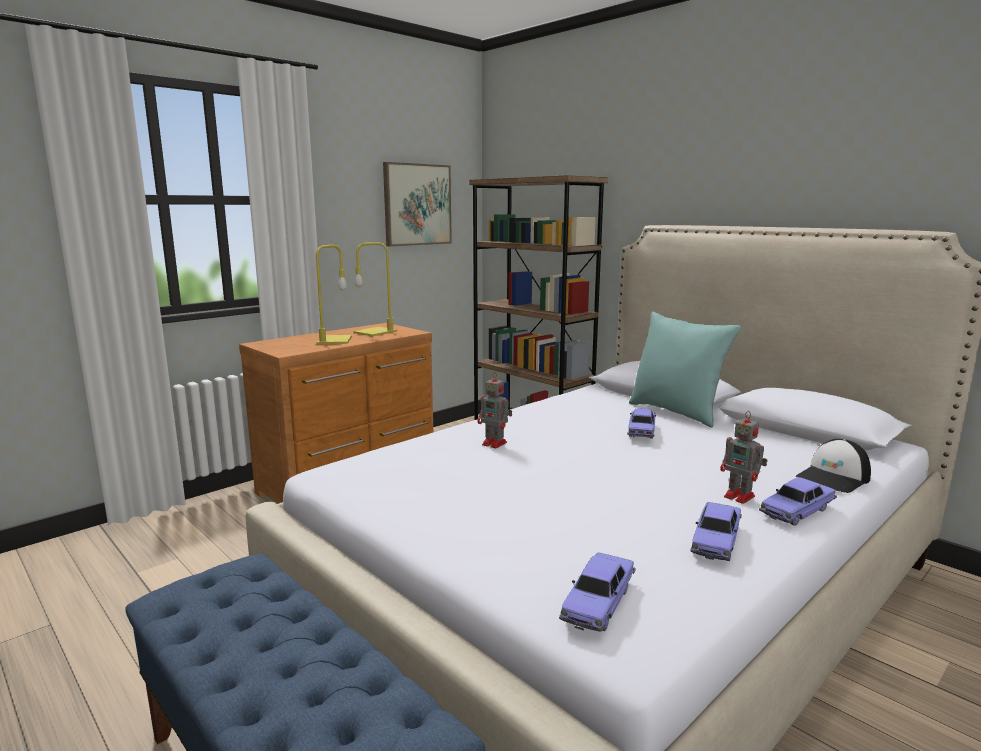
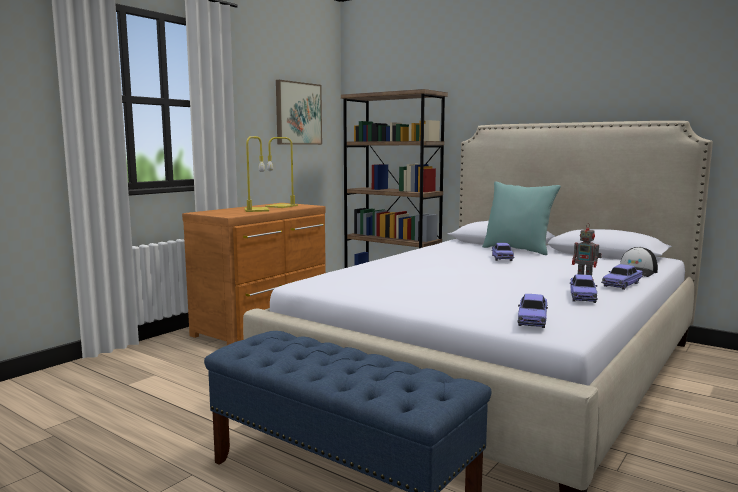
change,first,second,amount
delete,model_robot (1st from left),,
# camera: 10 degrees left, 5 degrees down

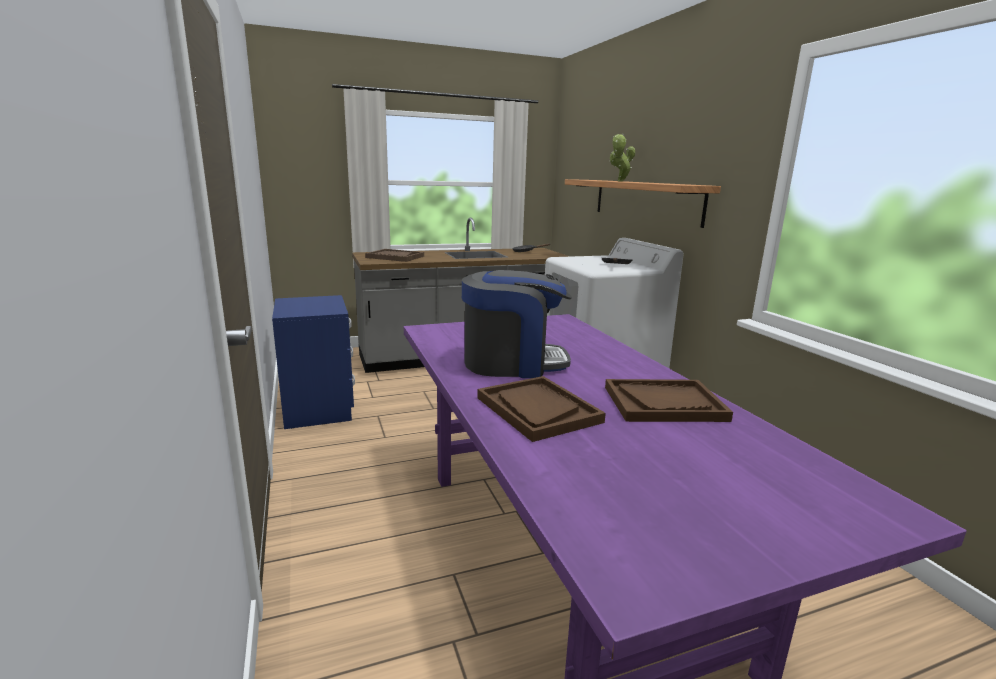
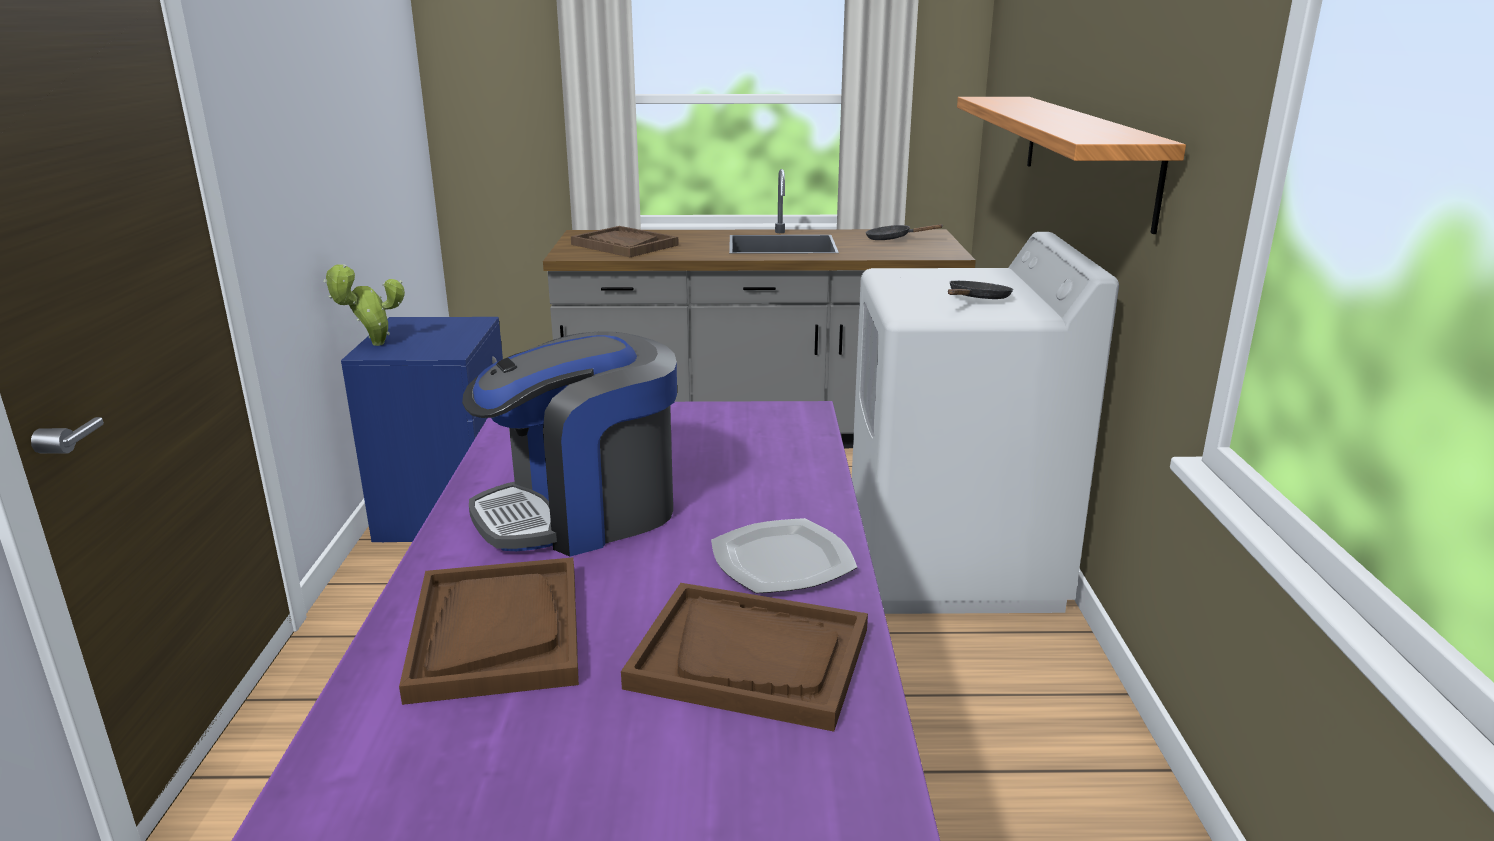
change,first,second,amount
rotate,coffee_brewer,,135 degrees clockwise
move,plant_in_a_pot,,
insert,,flat_dish,
# camera: 20 degrees right, 5 degrees up

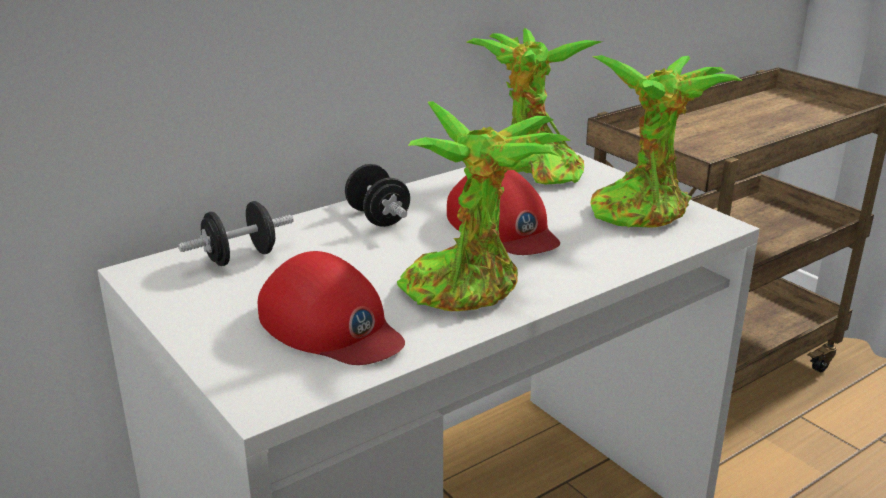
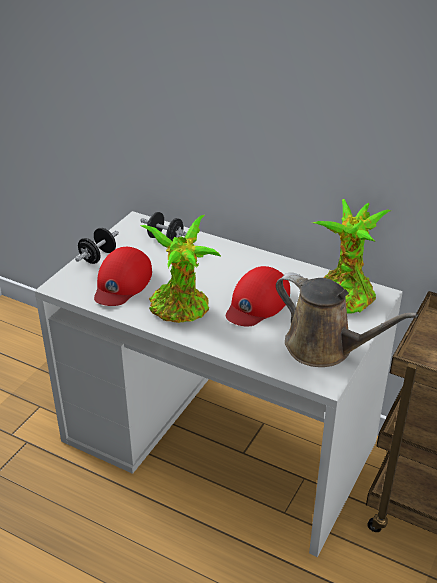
change,first,second,amount
move,blackish_free_weight (2nd from left in the first image),blackish_free_weight (1st from left),
replace,plant_in_a_pot (3rd from left),brown_watering_pot,
# camera: 65 degrees right, 10 degrees up

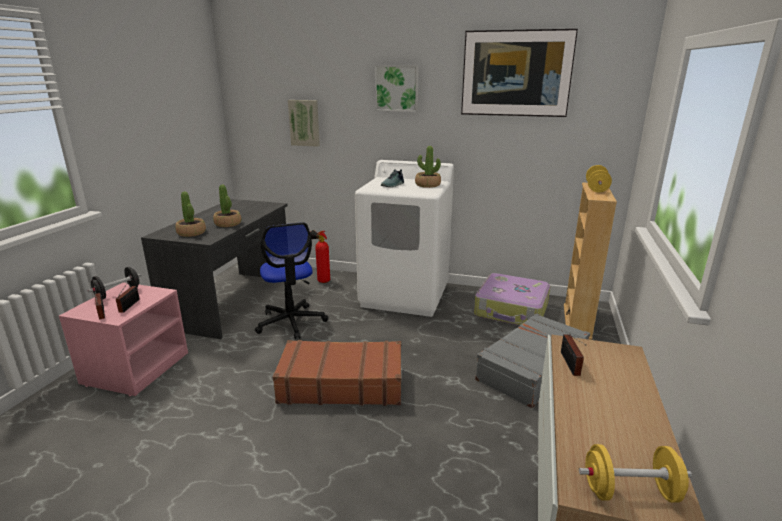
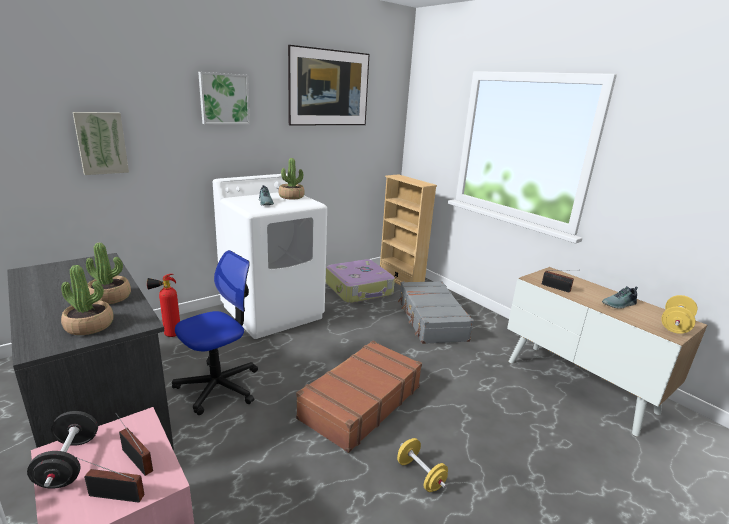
change,first,second,amount
rotate,office_chair,,60 degrees counterclockwise
move,yellowish_free_weight (1st from left),,
insert,,low_shoe (2nd from left),
# camera: 55 degrees left, 0 degrees up

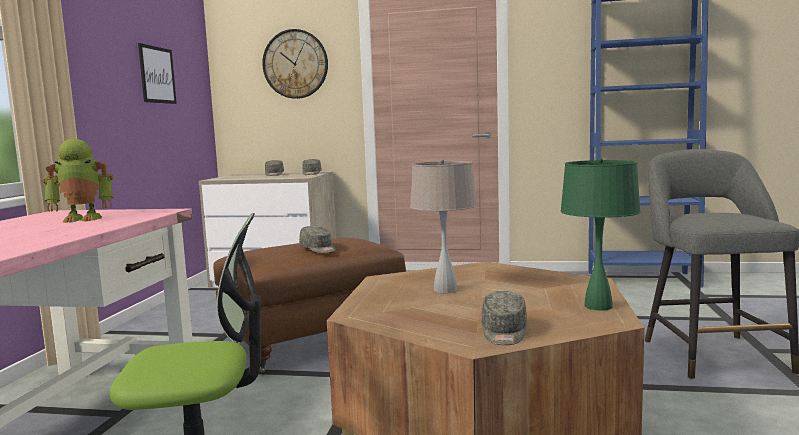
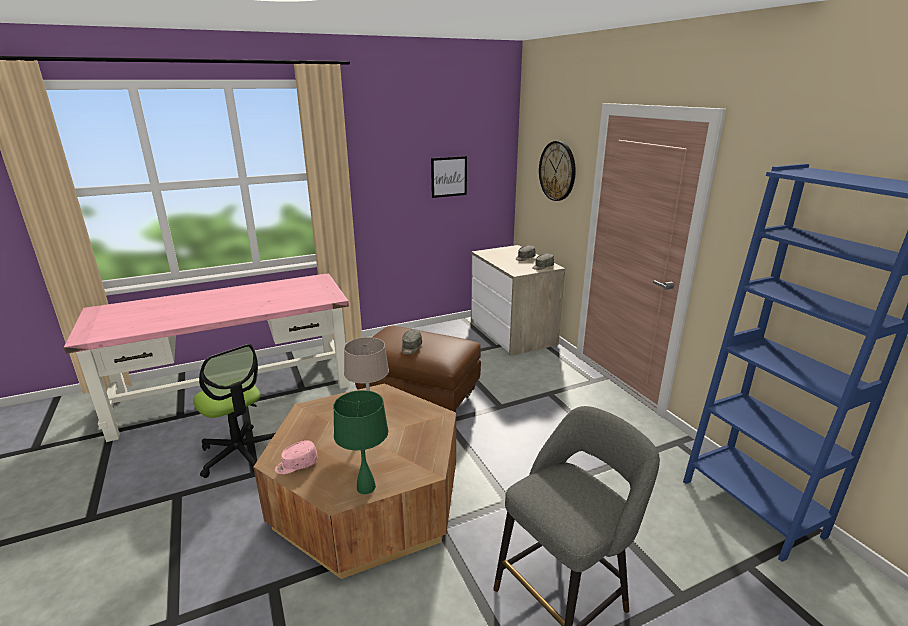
change,first,second,amount
delete,model_robot,,
recolor,gray_peaked_cap (4th from left),pink_peaked_cap,
# camera: 55 degrees right, 15 degrees up

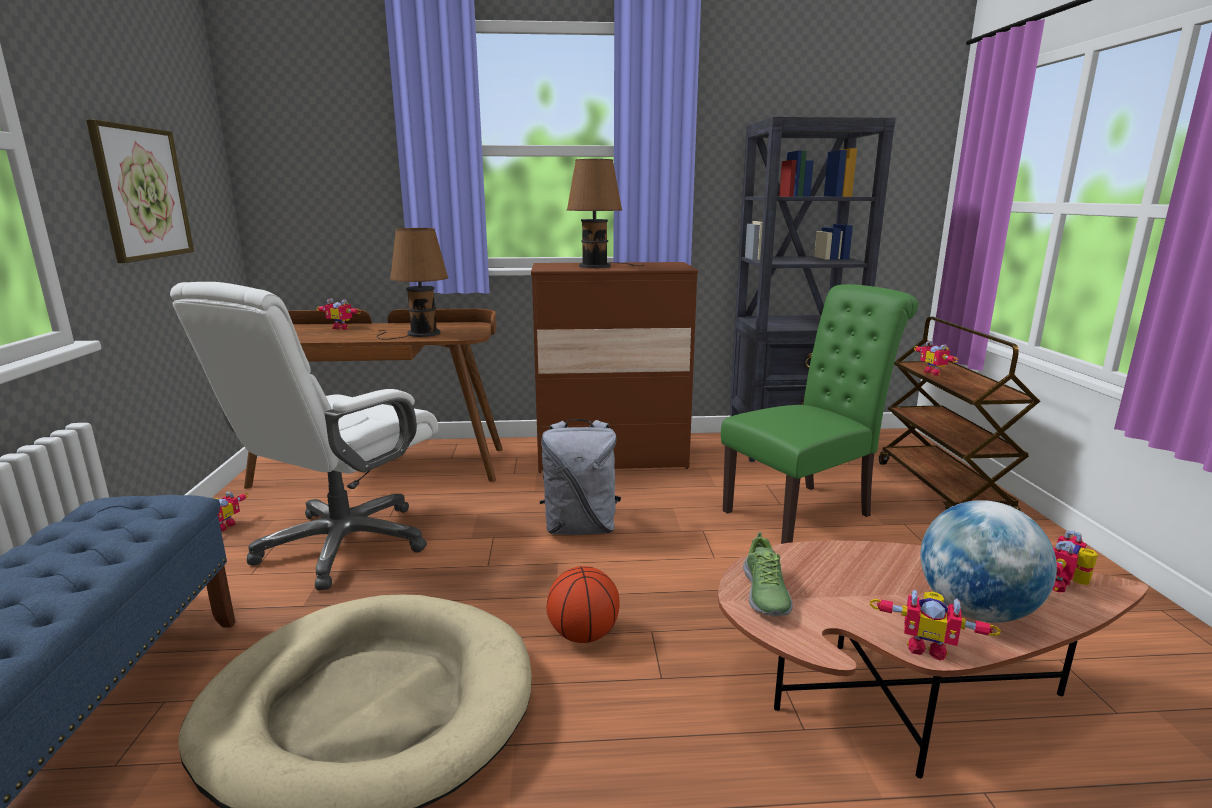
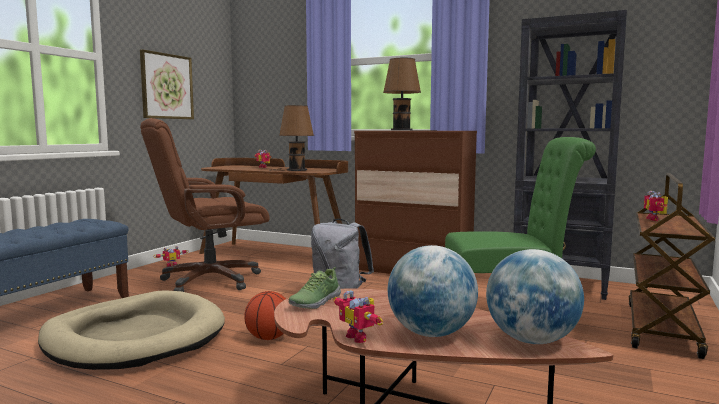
change,first,second,amount
recolor,white_office_chair,brown_office_chair,
replace,model_robot (5th from left),world_globe (2nd from left),
# camera: 30 degrees right, 10 degrees down

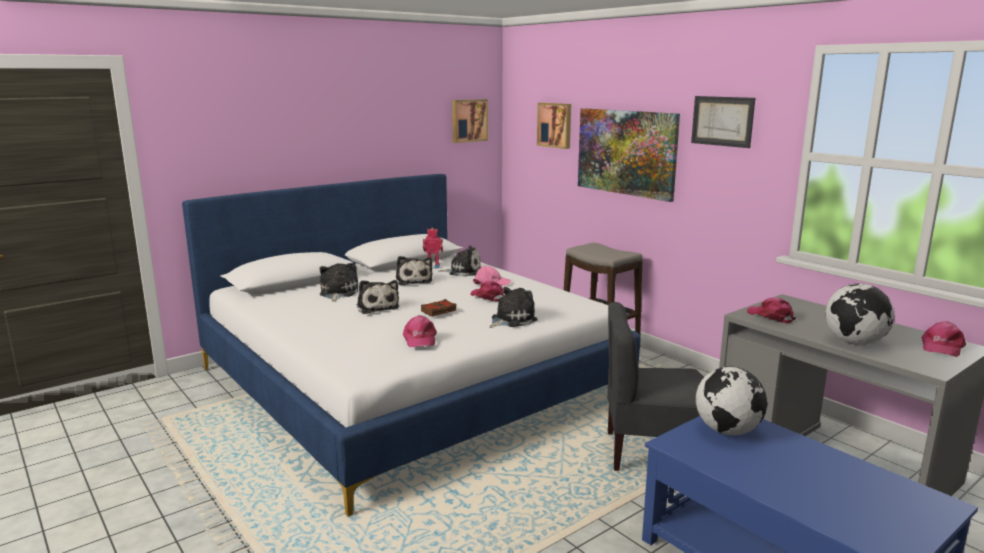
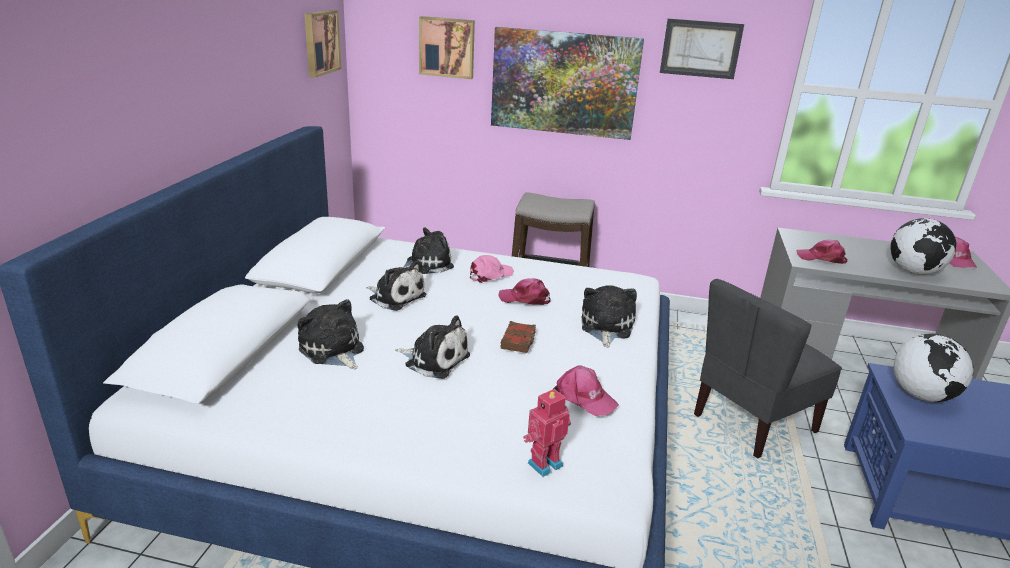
change,first,second,amount
move,model_robot,,
# camera: 40 degrees left, 10 degrees up

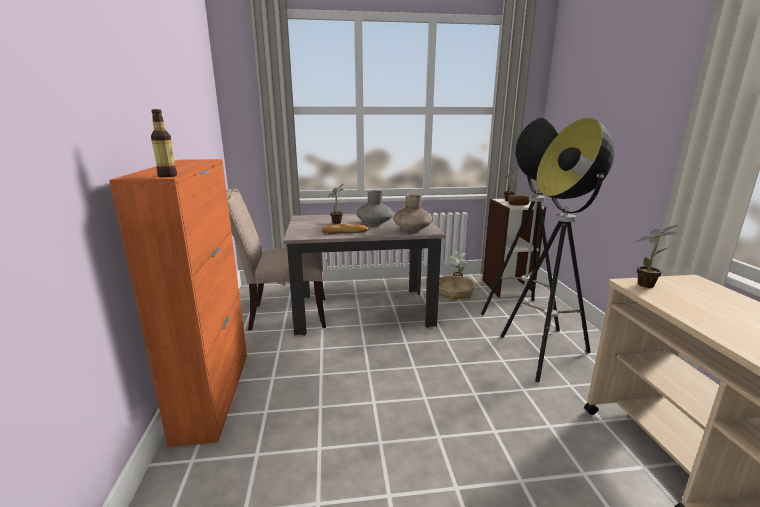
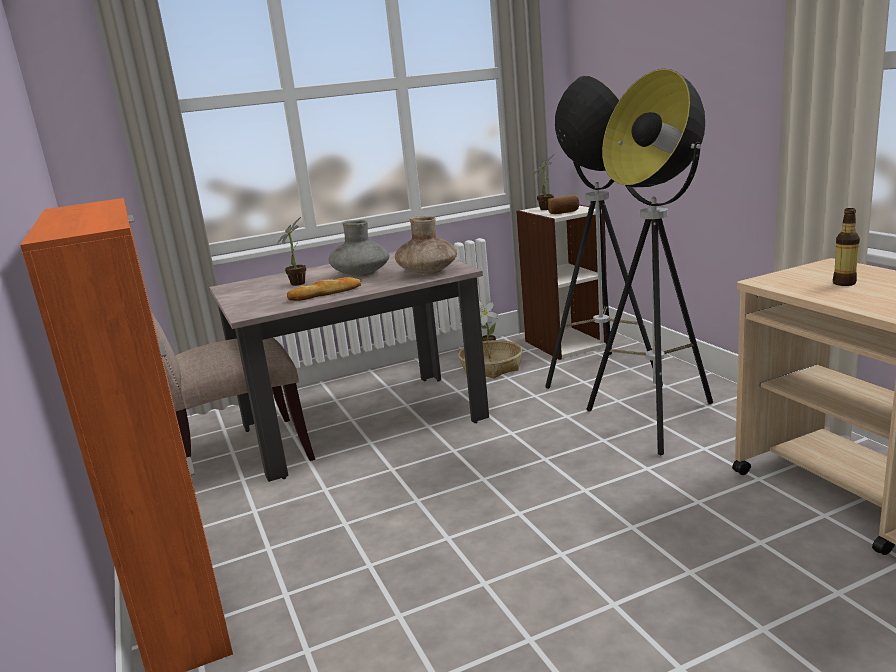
change,first,second,amount
move,bottle,,
delete,plant_in_a_pot (4th from left),,
# camera: 15 degrees left, 0 degrees up

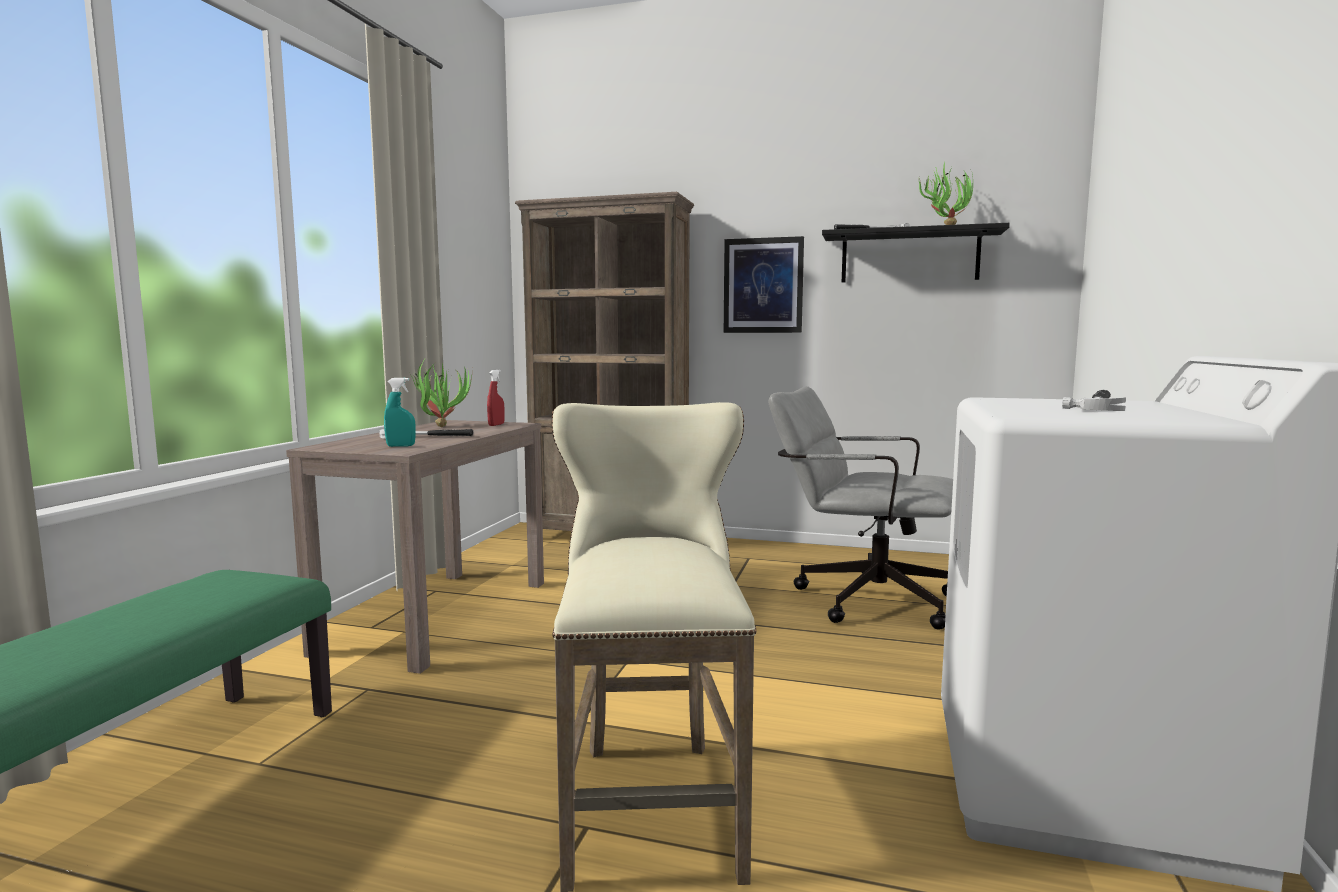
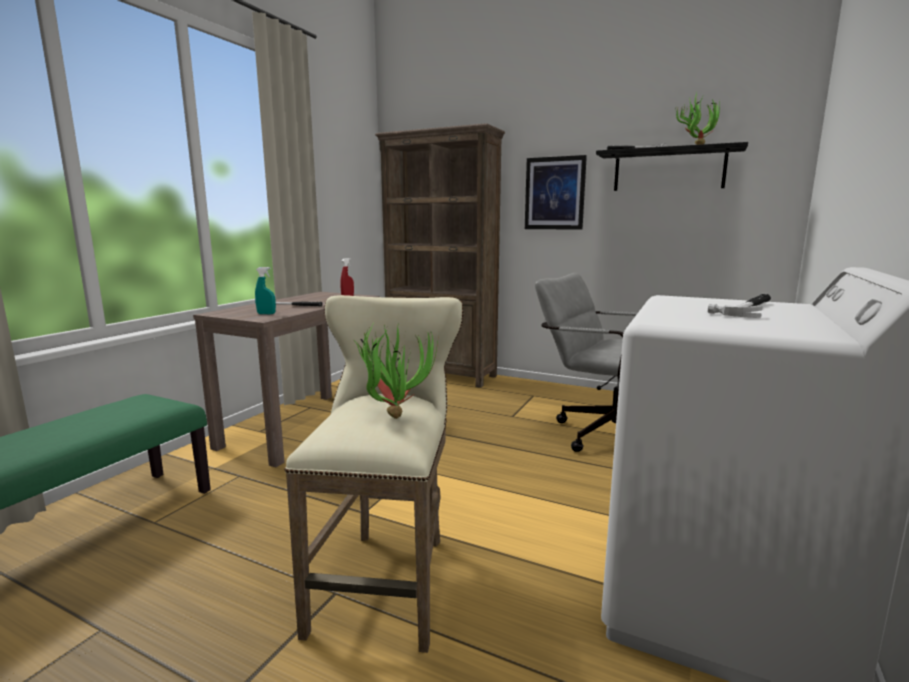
change,first,second,amount
move,plant_in_a_pot (1st from left),,
# camera: 10 degrees right, 5 degrees up

